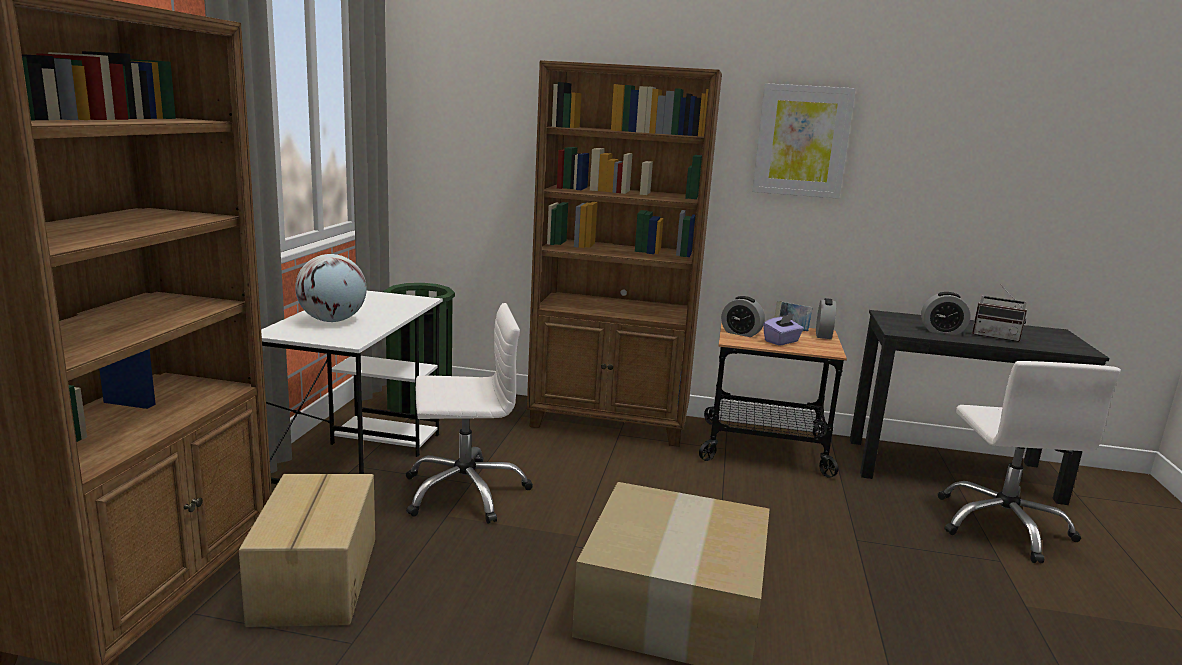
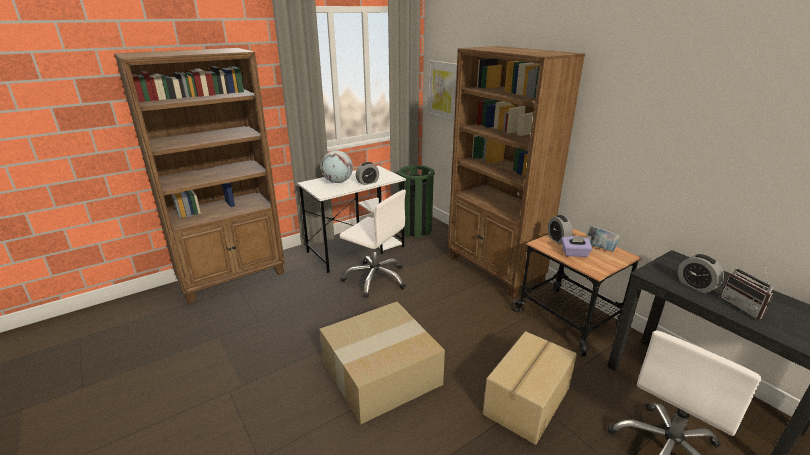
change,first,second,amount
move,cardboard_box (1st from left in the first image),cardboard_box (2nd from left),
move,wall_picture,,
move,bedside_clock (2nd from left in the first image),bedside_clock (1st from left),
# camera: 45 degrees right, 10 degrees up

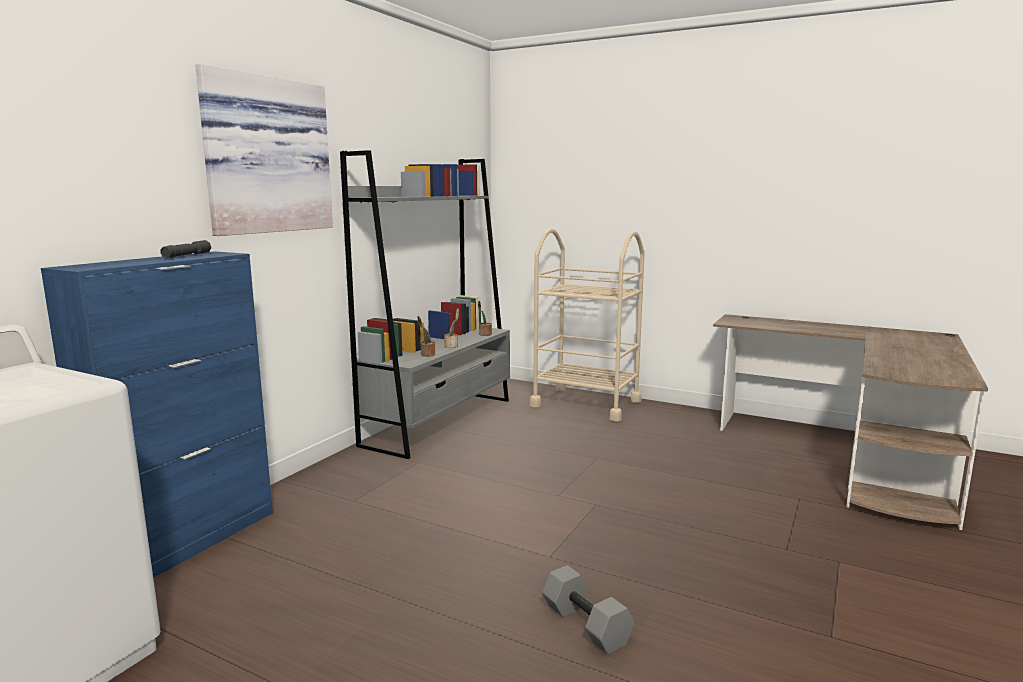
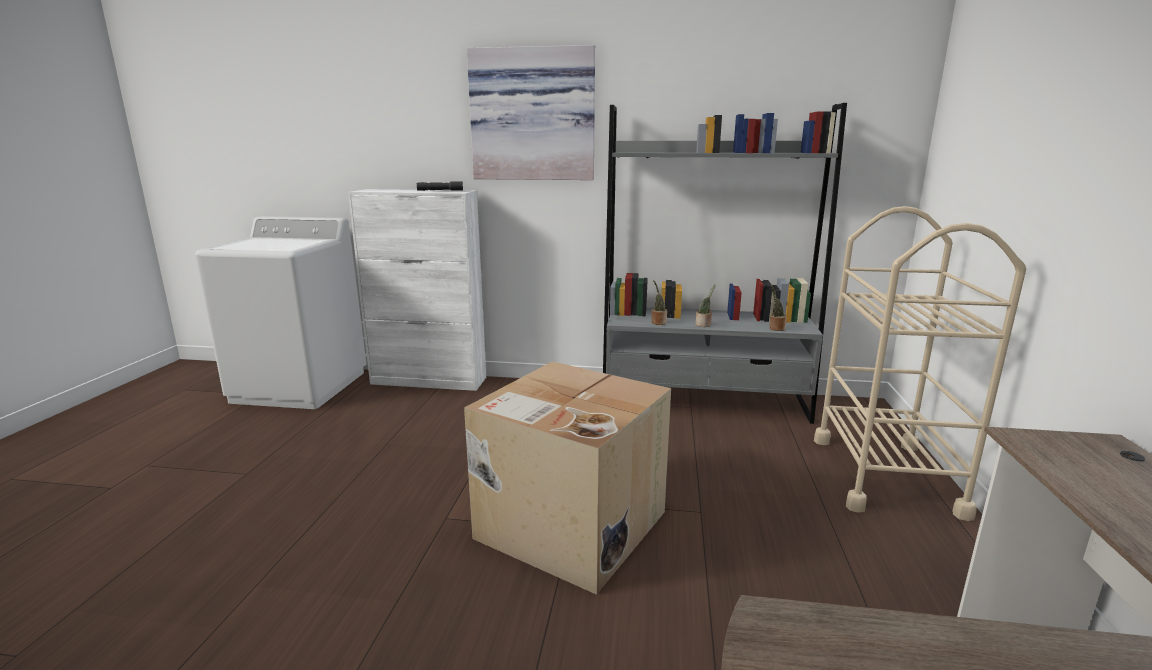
change,first,second,amount
recolor,blue-coloured_storage_cabinet,white_storage_cabinet,
delete,gray_free_weight,,
insert,,cardboard_box,
# camera: 70 degrees right, 5 degrees up

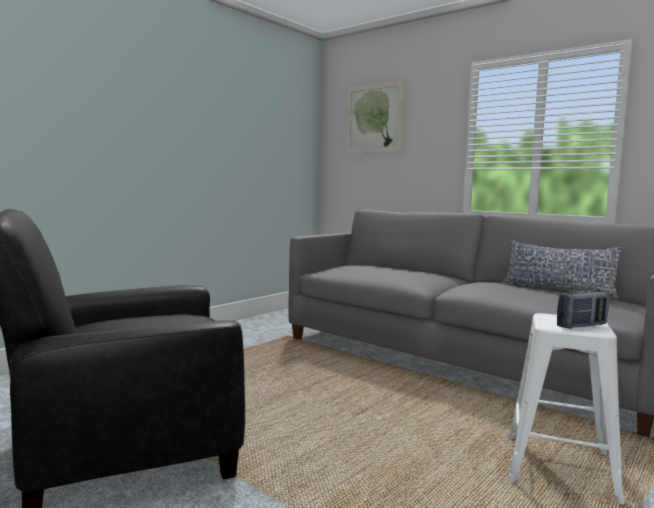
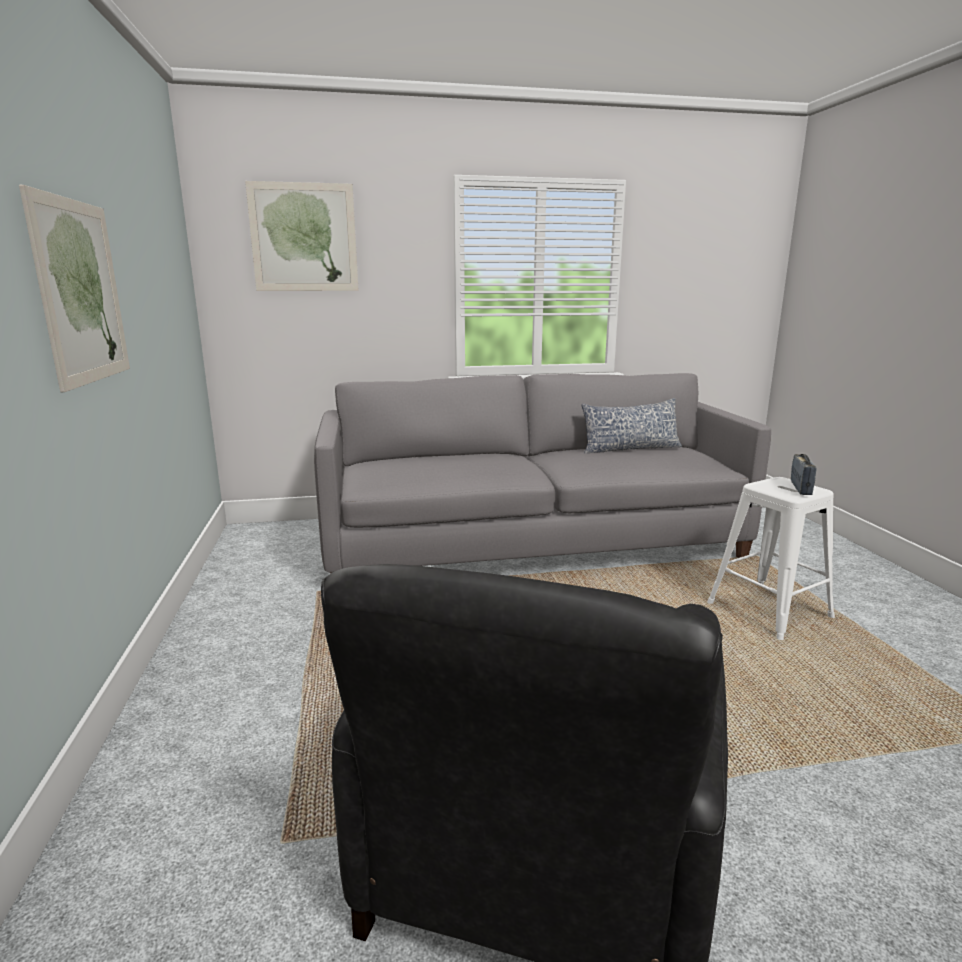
change,first,second,amount
insert,,wall_picture (1st from left),
# camera: 50 degrees left, 10 degrees up

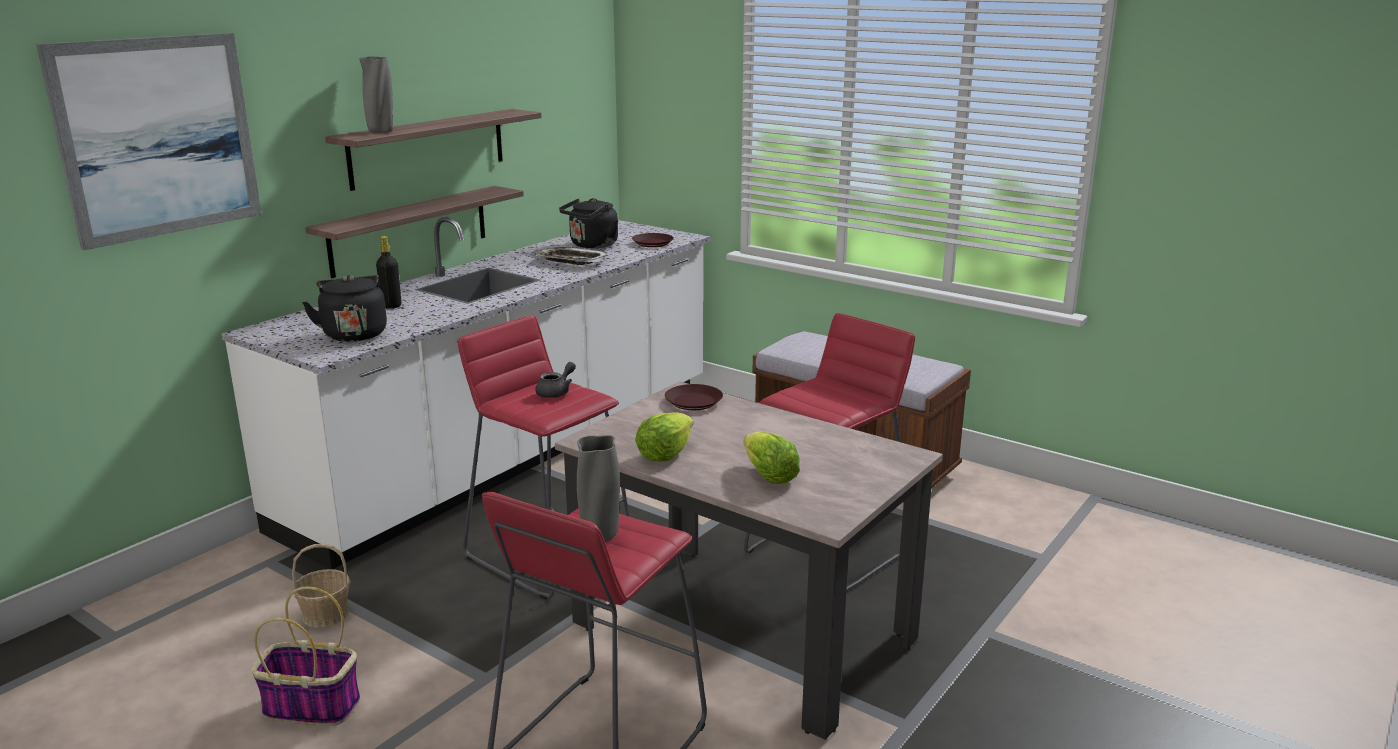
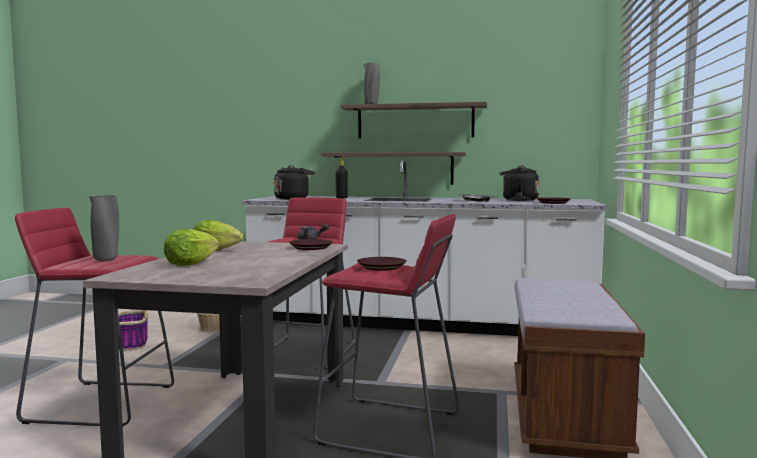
change,first,second,amount
delete,wall_picture,,
insert,,brown_flat_dish (2nd from left),
# camera: 65 degrees right, 15 degrees down

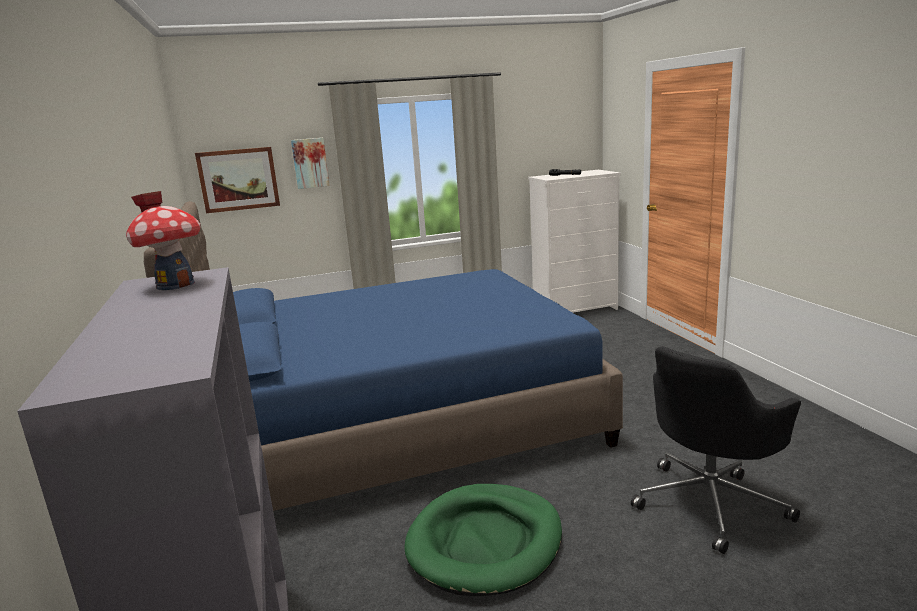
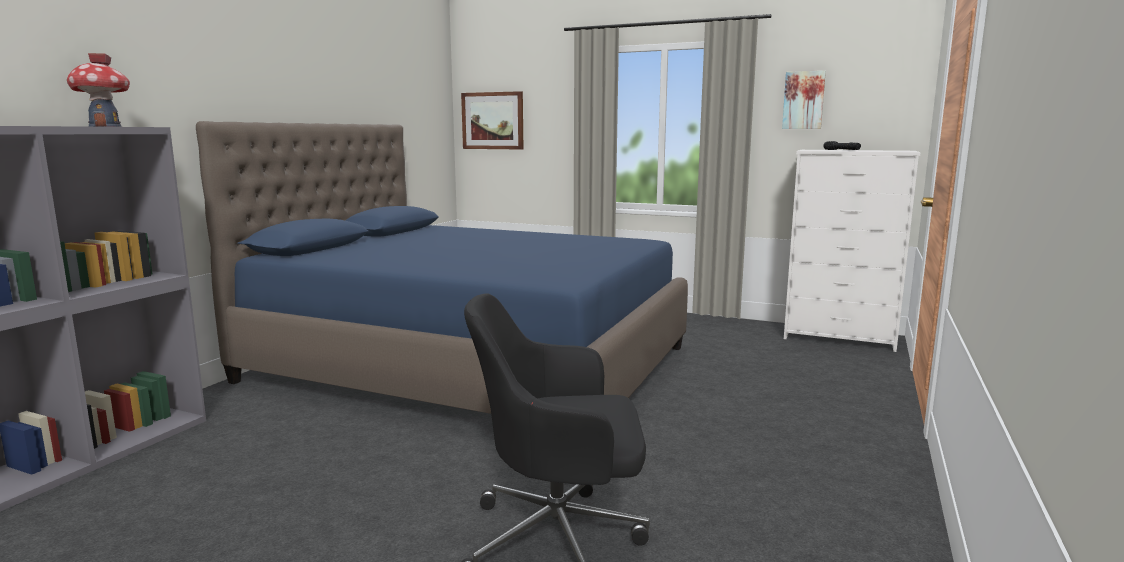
change,first,second,amount
move,wall_picture (2nd from left),,
delete,green_dog_bed,,
# camera: 40 degrees right, 5 degrees down

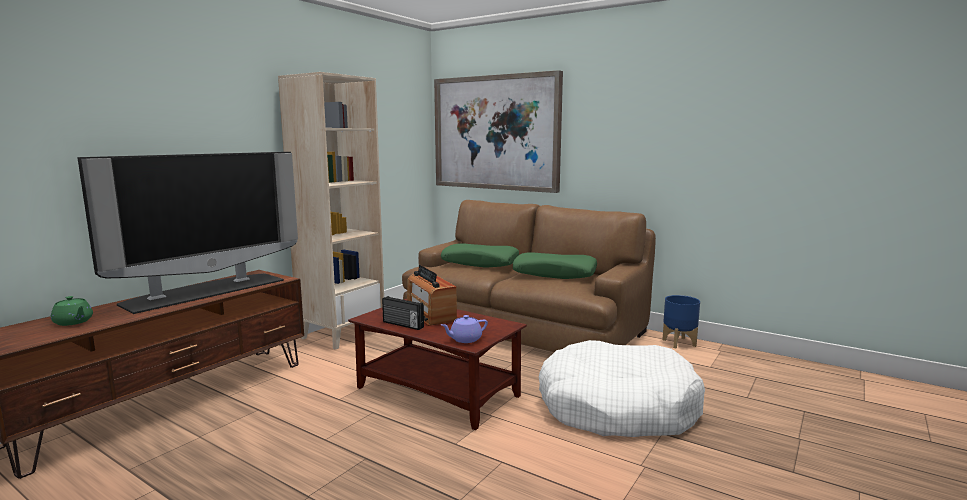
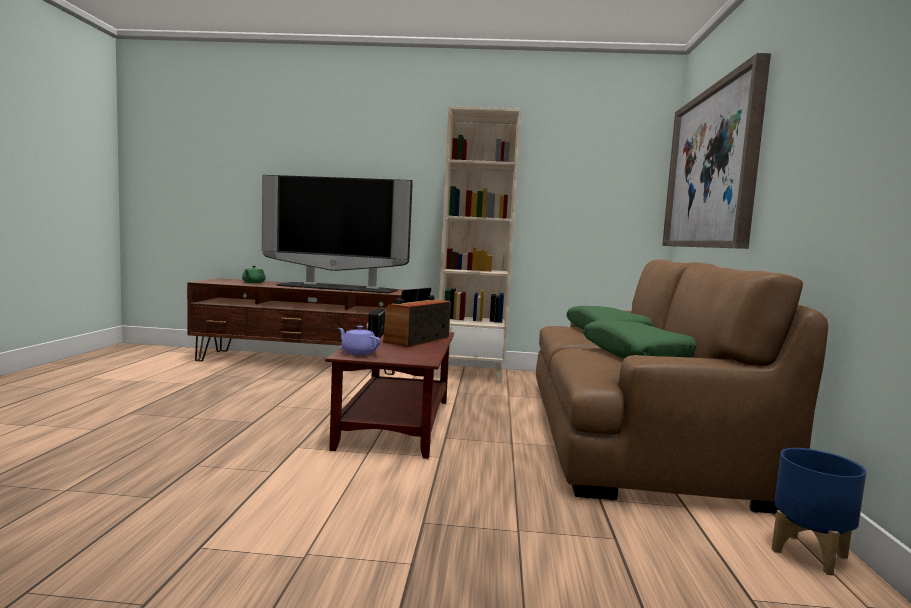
change,first,second,amount
delete,white_dog_bed,,
# camera: 60 degrees right, 5 degrees down

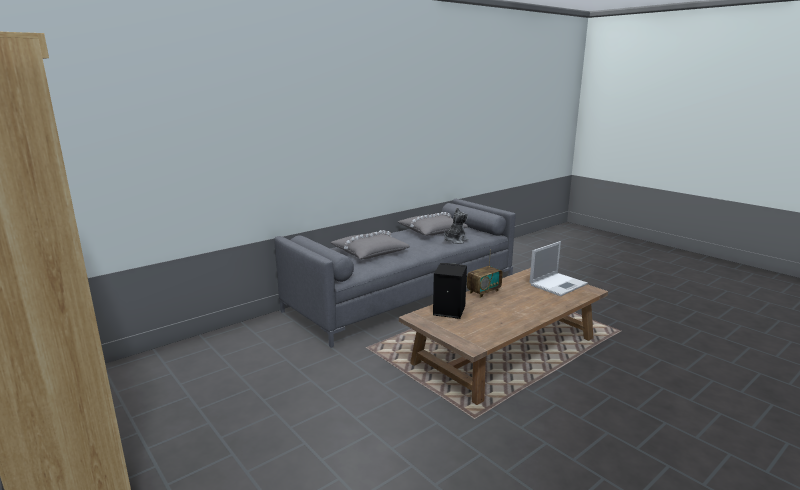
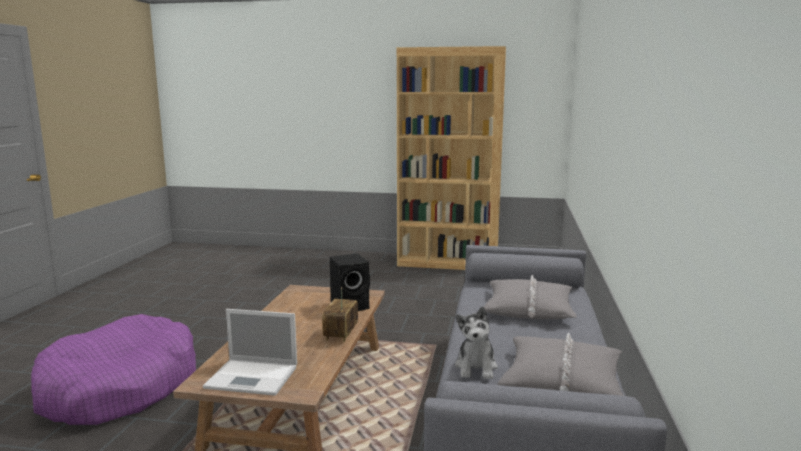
change,first,second,amount
rotate,laptop,,90 degrees counterclockwise
insert,,purple-coloured_dog_bed,
# camera: 140 degrees right, 5 degrees down

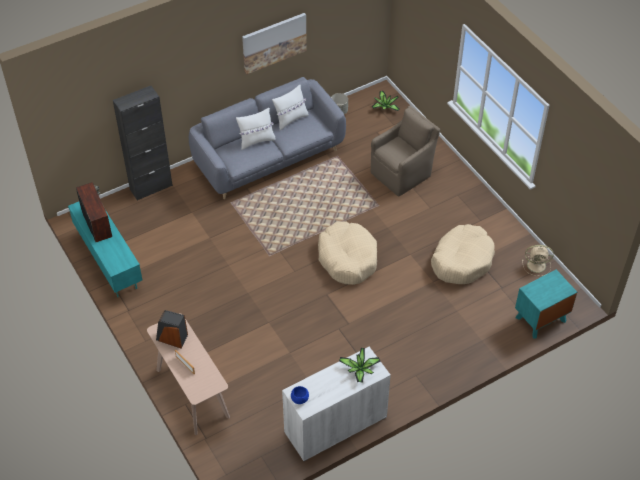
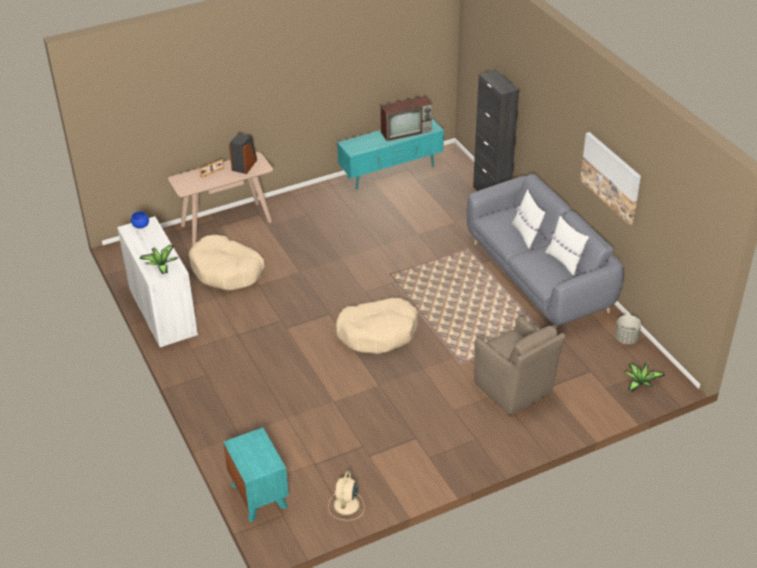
change,first,second,amount
move,beige-coloured_dog_bed (2nd from left in the first image),beige-coloured_dog_bed (1st from left),
# camera: 95 degrees right, 10 degrees down

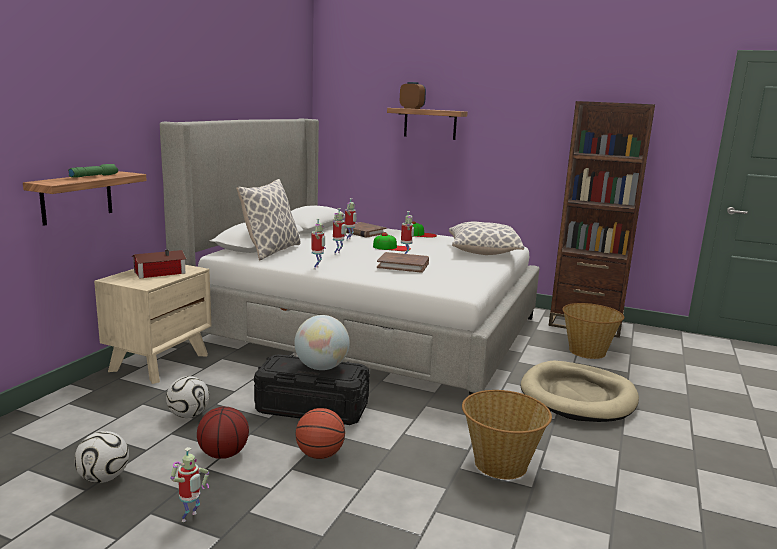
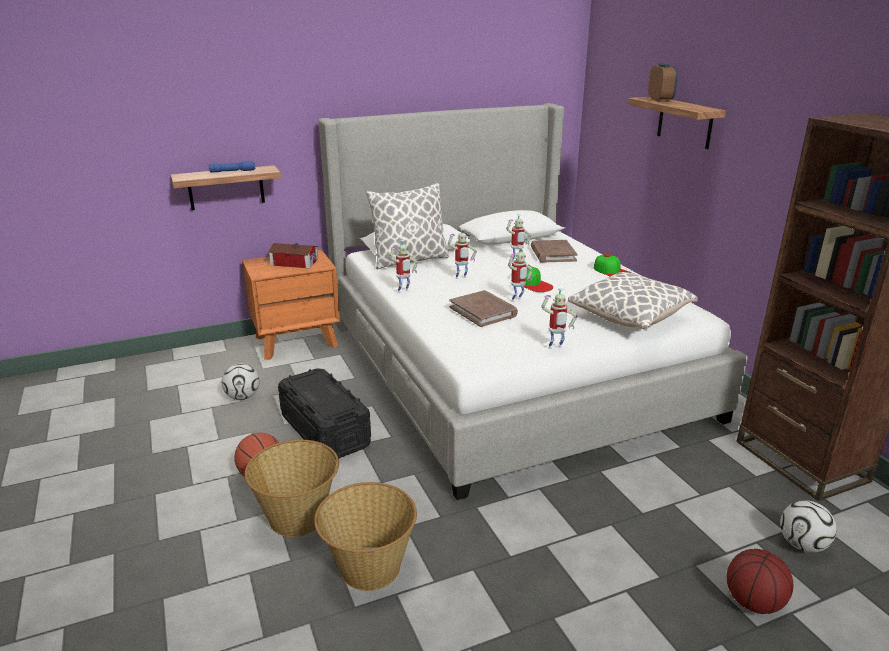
change,first,second,amount
recolor,green_hand_torch,blue-coloured_hand_torch,
move,football_ball (1st from left in the first image),football_ball (2nd from left),
recolor,beige-coloured_nightstand,orangey_nightstand,
move,model_robot (1st from left in the first image),model_robot (5th from left),
move,basketball (1st from left in the first image),basketball (2nd from left),
delete,world_globe,,
delete,beige-coloured_dog_bed,,
move,household_basket (2nd from left in the first image),household_basket (1st from left),
# camera: 45 degrees right, 10 degrees up

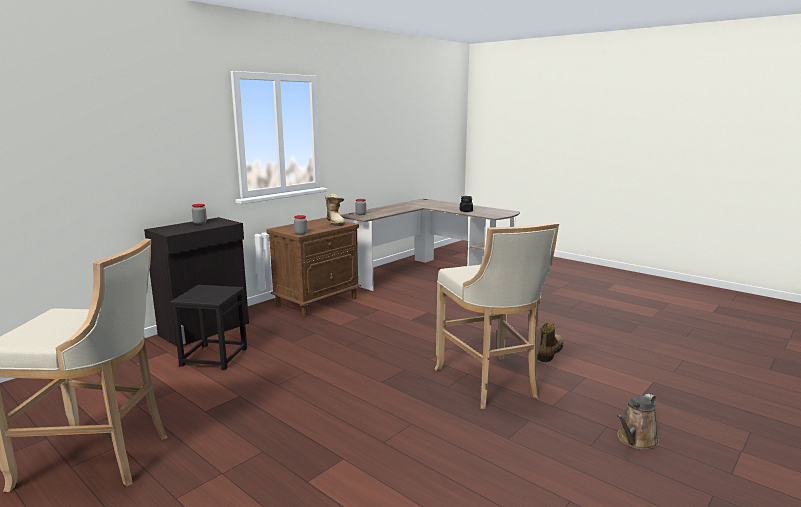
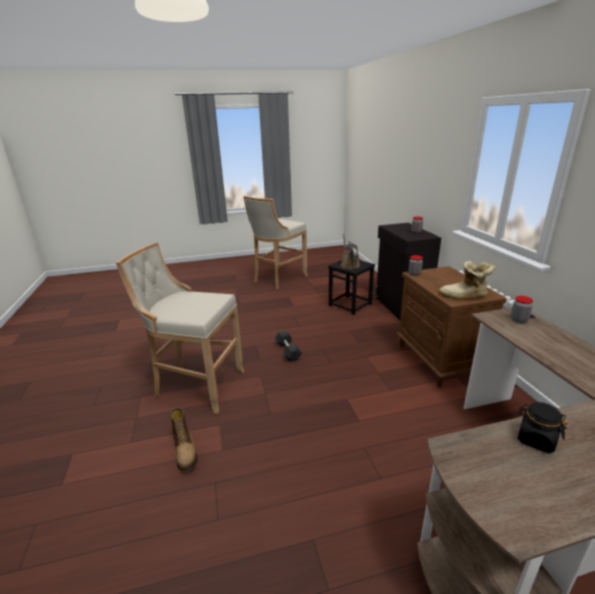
change,first,second,amount
move,brown_watering_pot,,
insert,,gray_free_weight,
# camera: 125 degrees right, 10 degrees up

